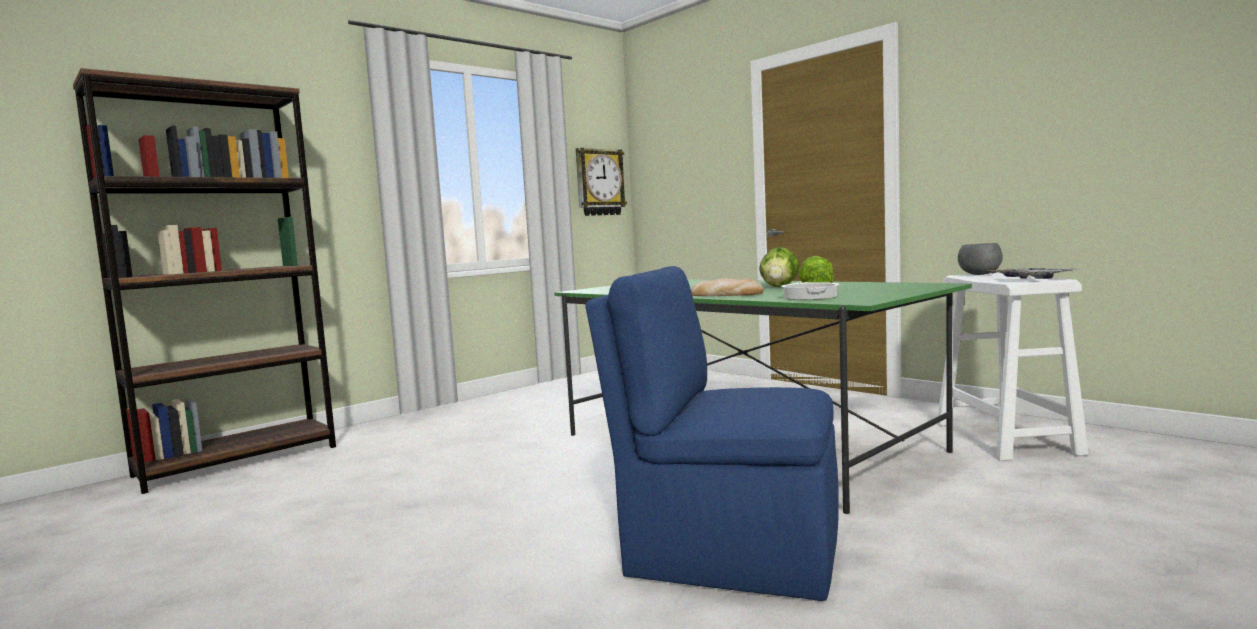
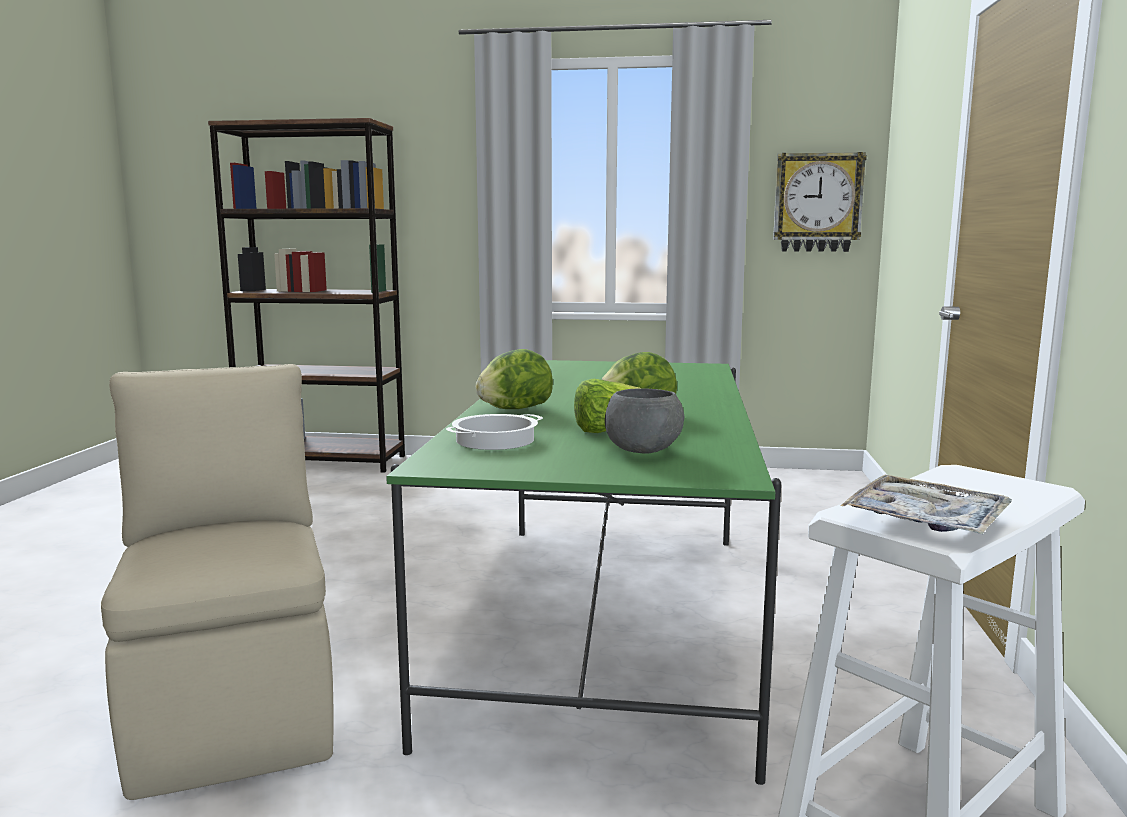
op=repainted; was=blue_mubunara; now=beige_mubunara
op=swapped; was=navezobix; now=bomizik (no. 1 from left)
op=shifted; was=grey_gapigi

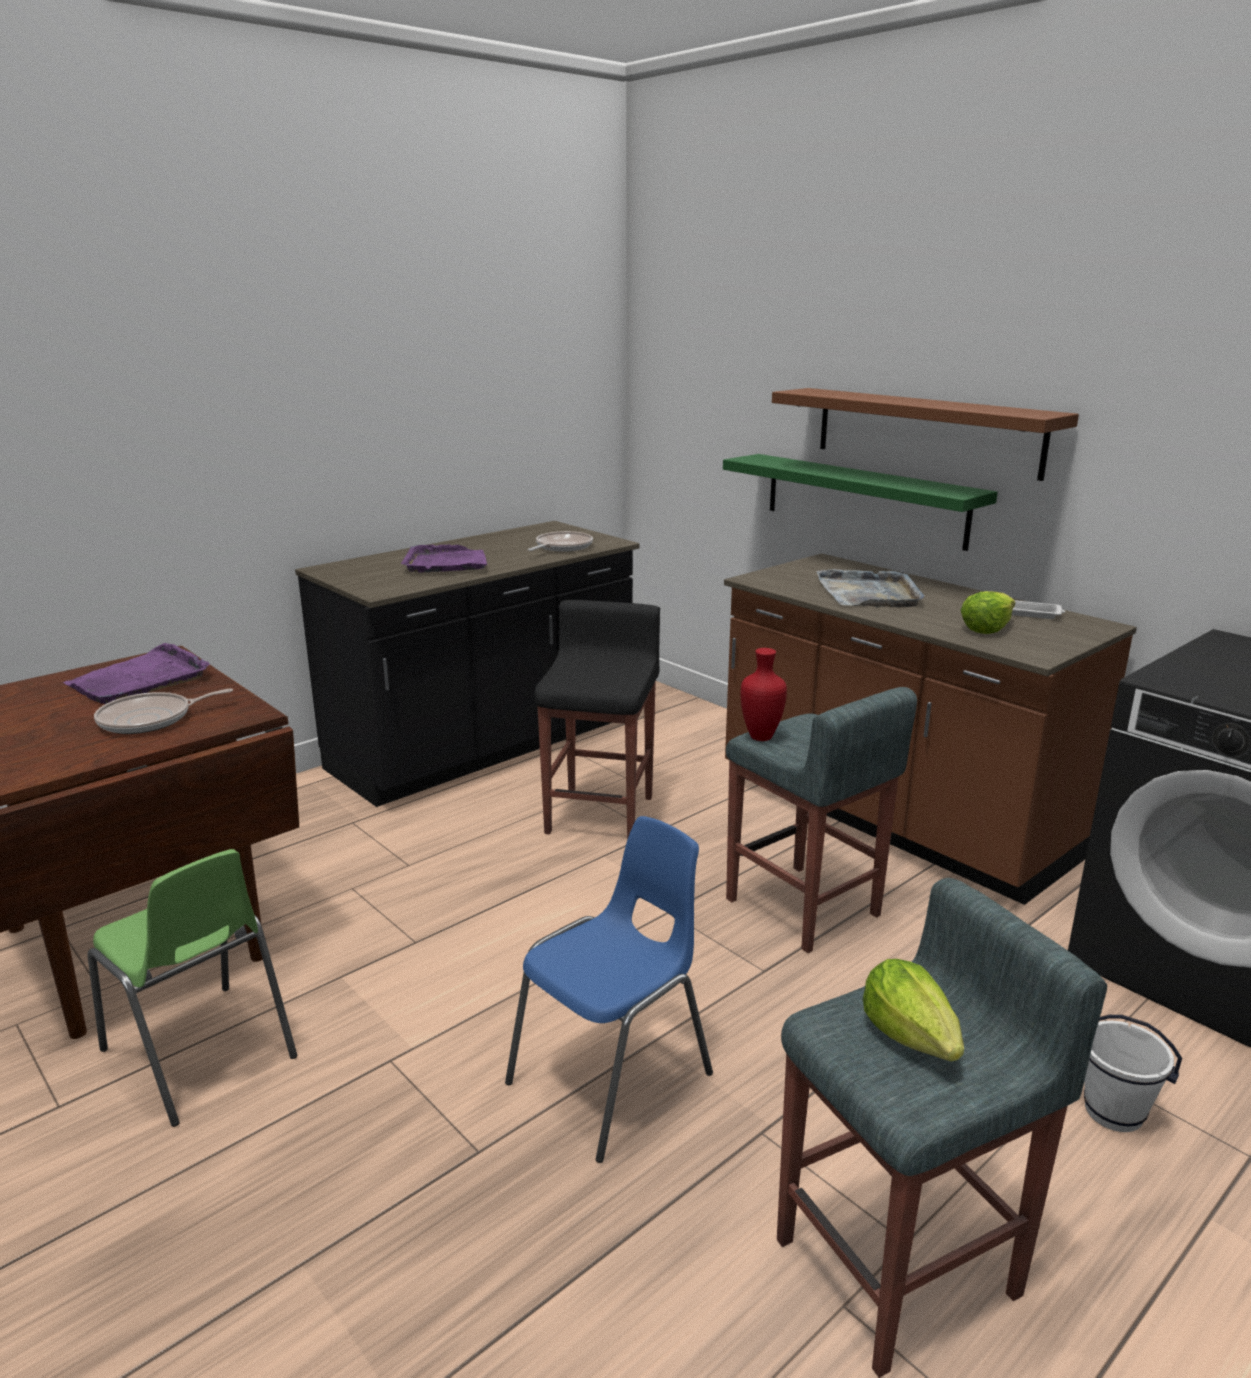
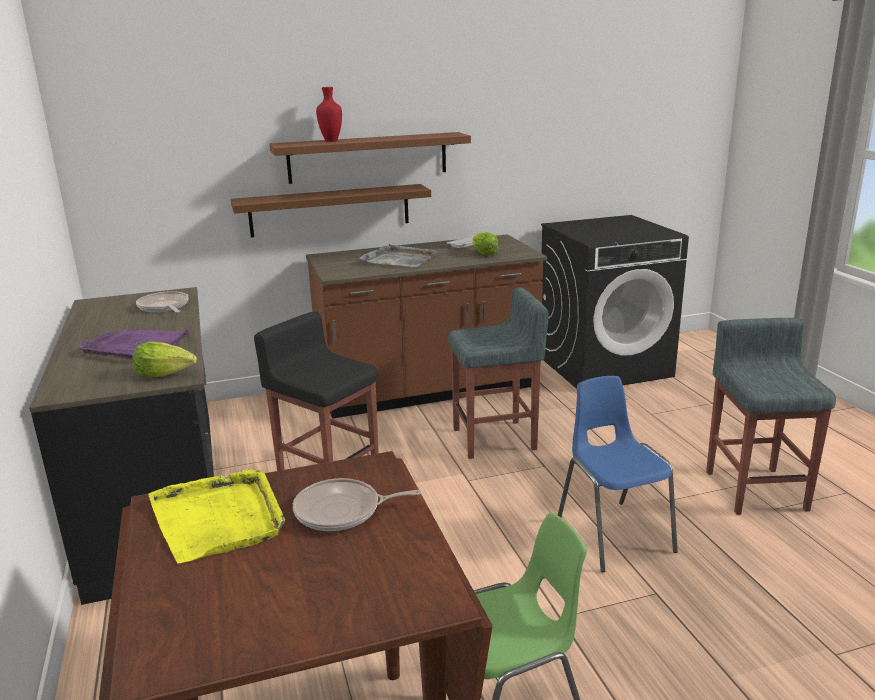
op=repainted; was=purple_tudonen (no. 1 from left); now=yellow_tudonen
op=rotated; was=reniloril (no. 1 from left in the first image); clockwise=90
op=repainted; was=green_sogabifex; now=brown_sogabifex (no. 1 from left)
op=shifted; was=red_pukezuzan
op=shifted; was=bomizik (no. 1 from left)
op=gone; was=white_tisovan

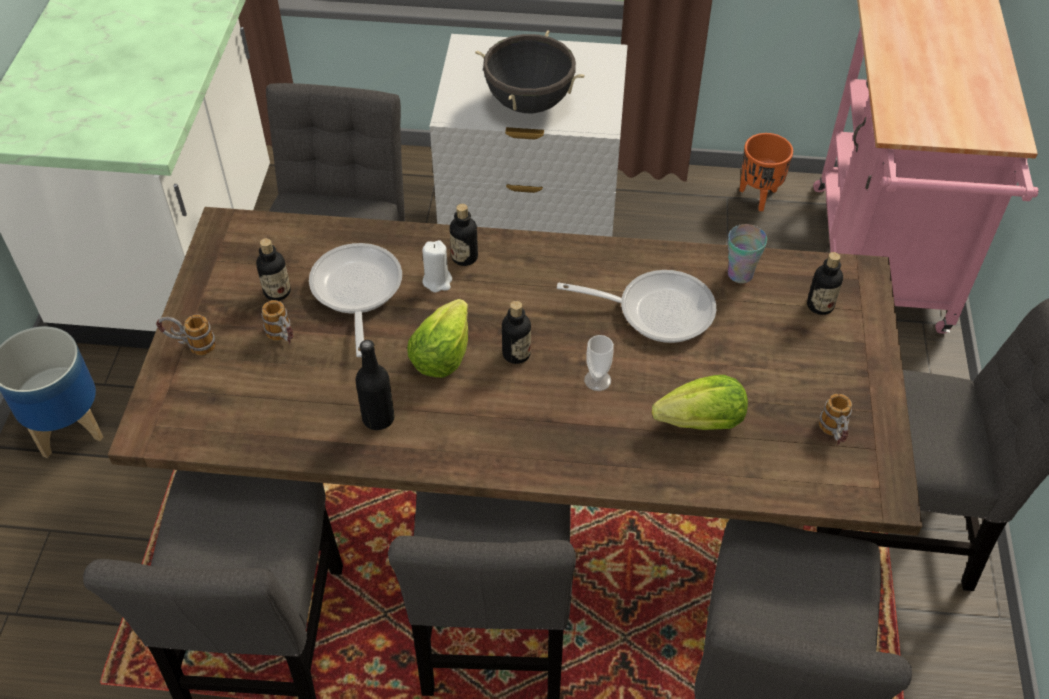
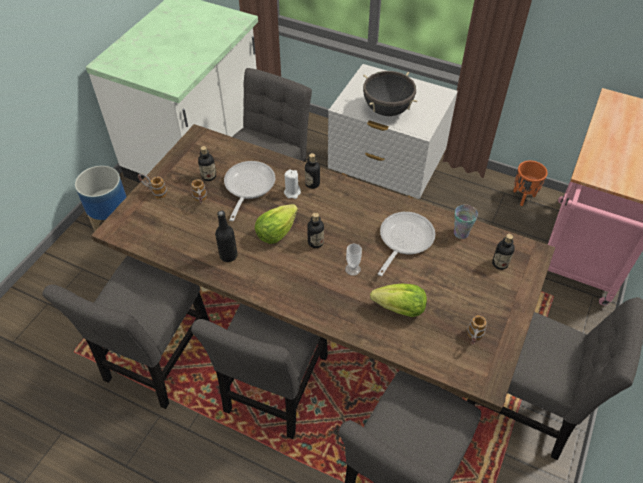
op=rotated; was=reniloril (no. 2 from left); clockwise=-90

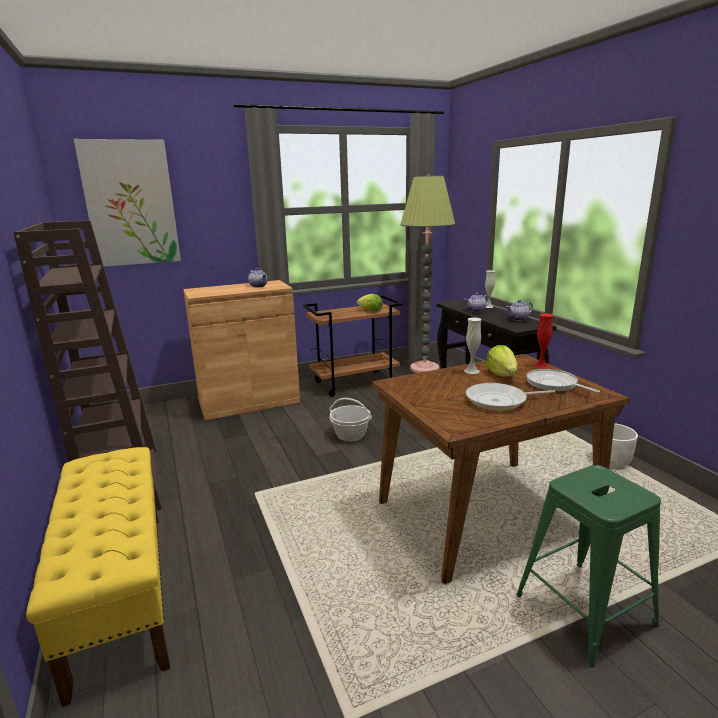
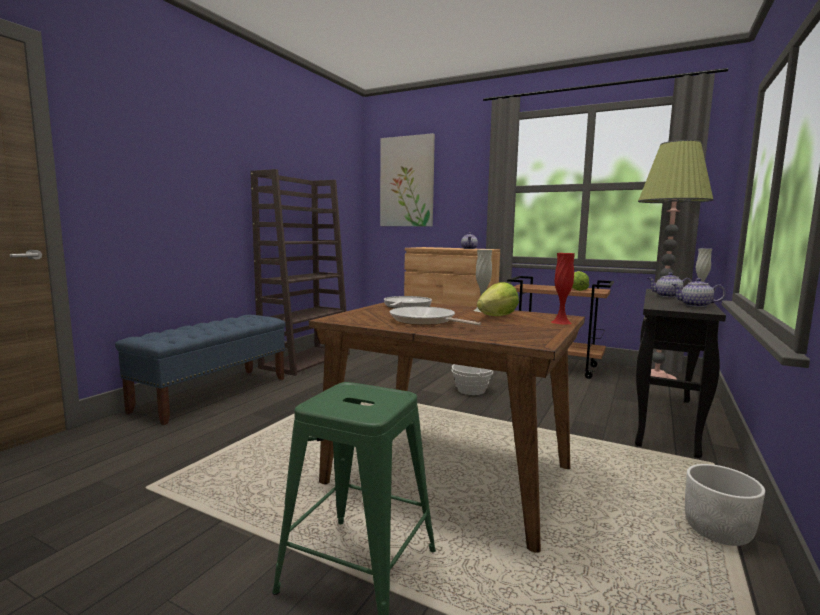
op=repainted; was=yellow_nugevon; now=blue_nugevon
op=shifted; was=reniloril (no. 2 from left in the first image); now=reniloril (no. 1 from left)

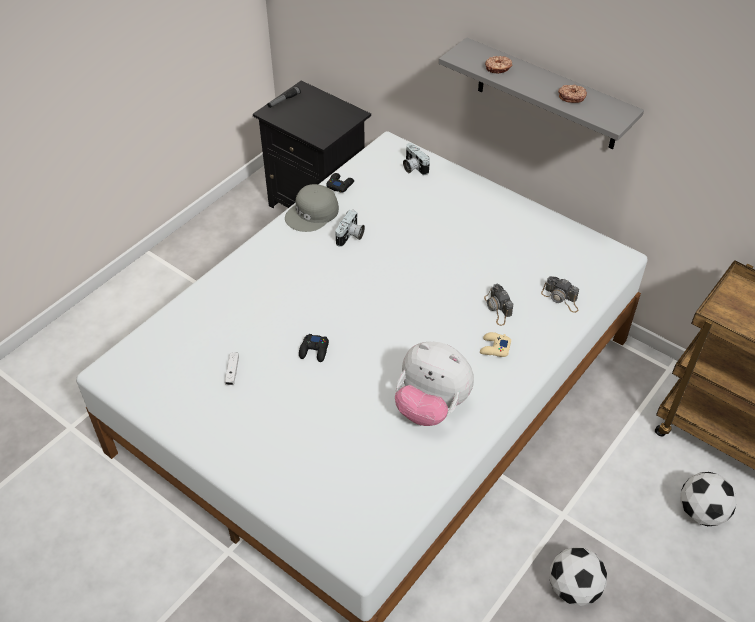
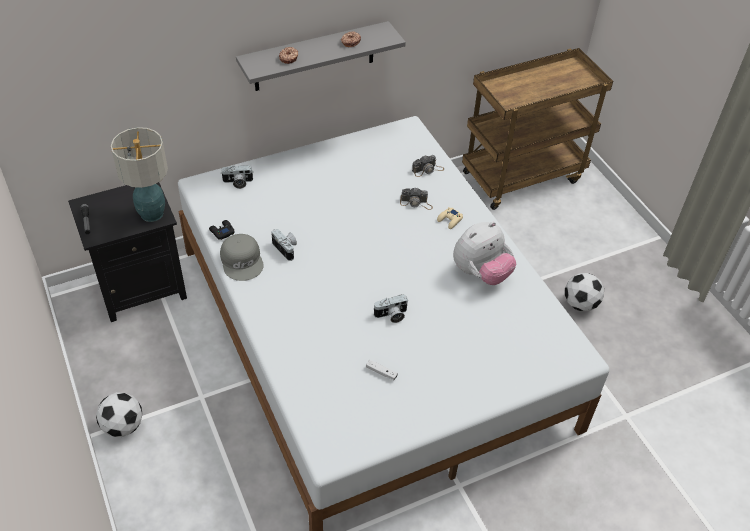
op=swapped; was=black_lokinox (no. 1 from left); now=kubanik (no. 3 from left)
op=shifted; was=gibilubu (no. 2 from left in the first image); now=gibilubu (no. 1 from left)
op=new; now=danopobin

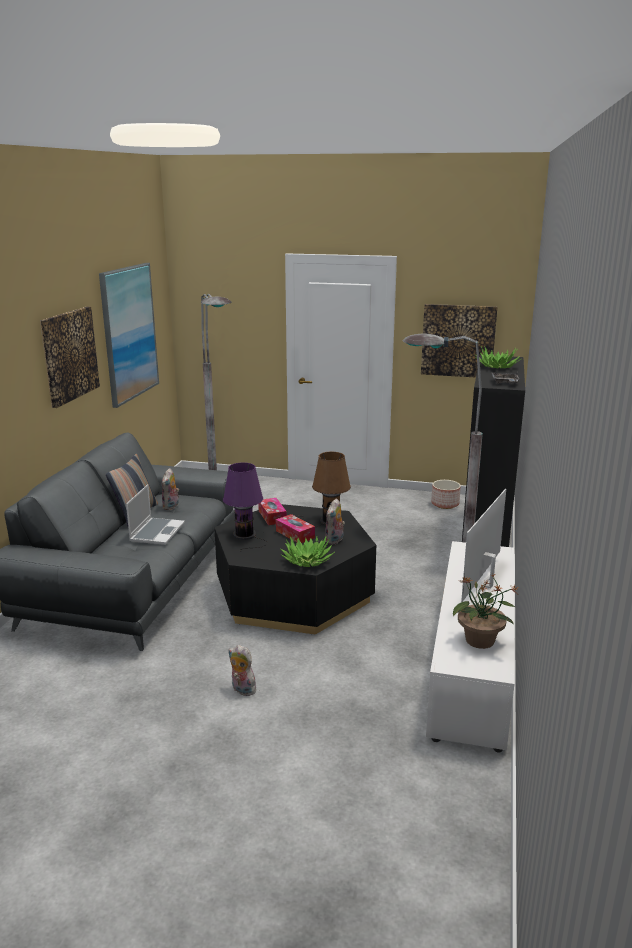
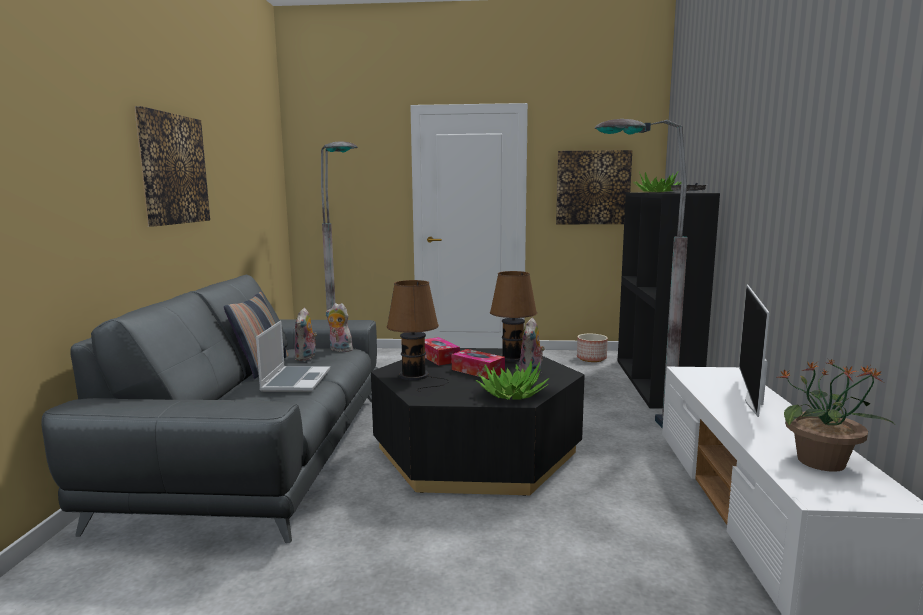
op=gone; was=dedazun (no. 2 from left)
op=repainted; was=purple_danopobin; now=brown_danopobin (no. 1 from left)
op=shifted; was=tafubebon (no. 2 from left)

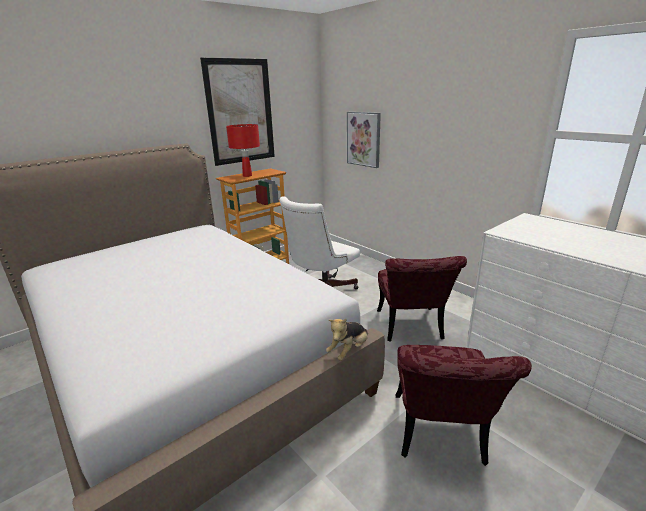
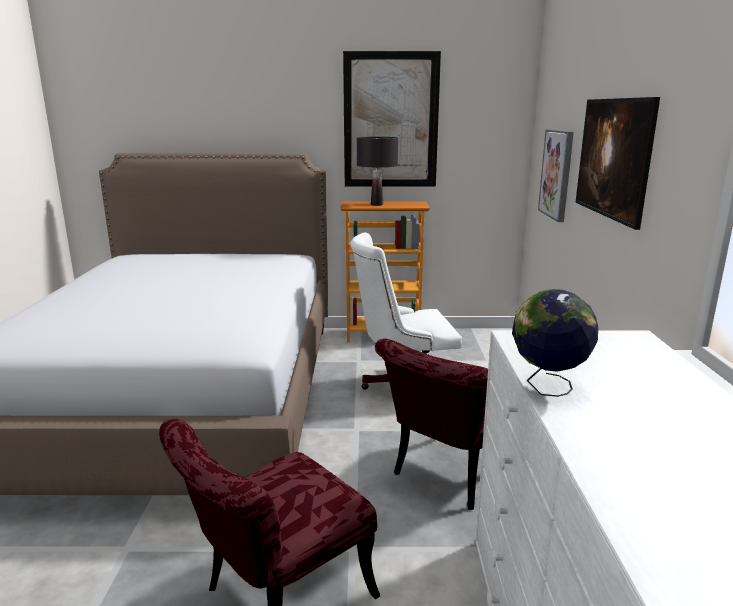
op=repainted; was=red_danopobin; now=black_danopobin
op=gone; was=tafubebon
op=new; now=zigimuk
op=new; now=dedazun (no. 3 from left)

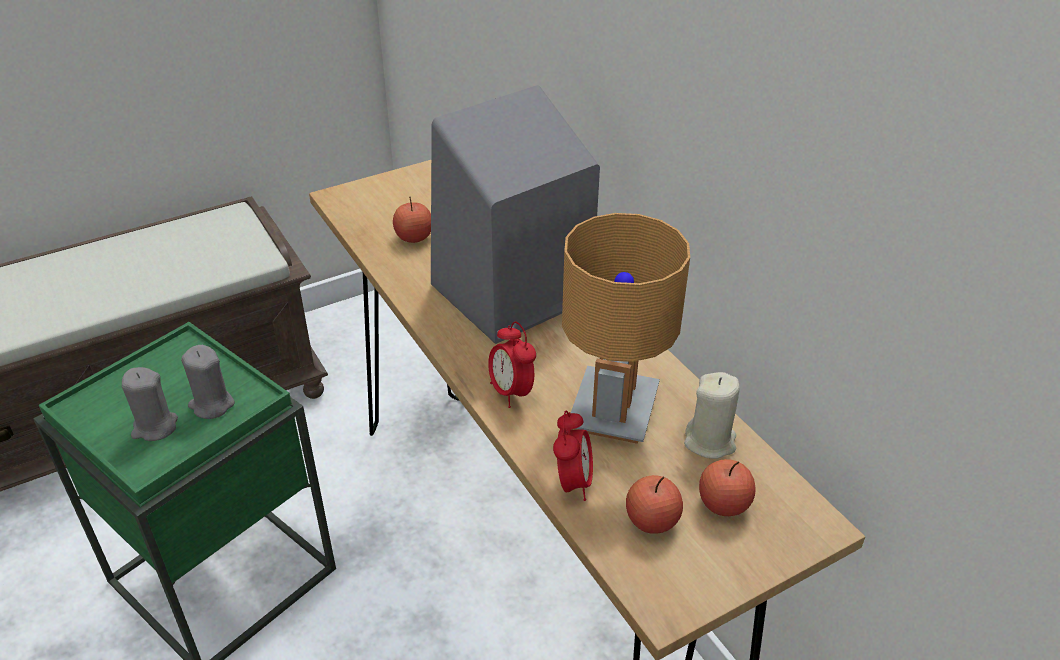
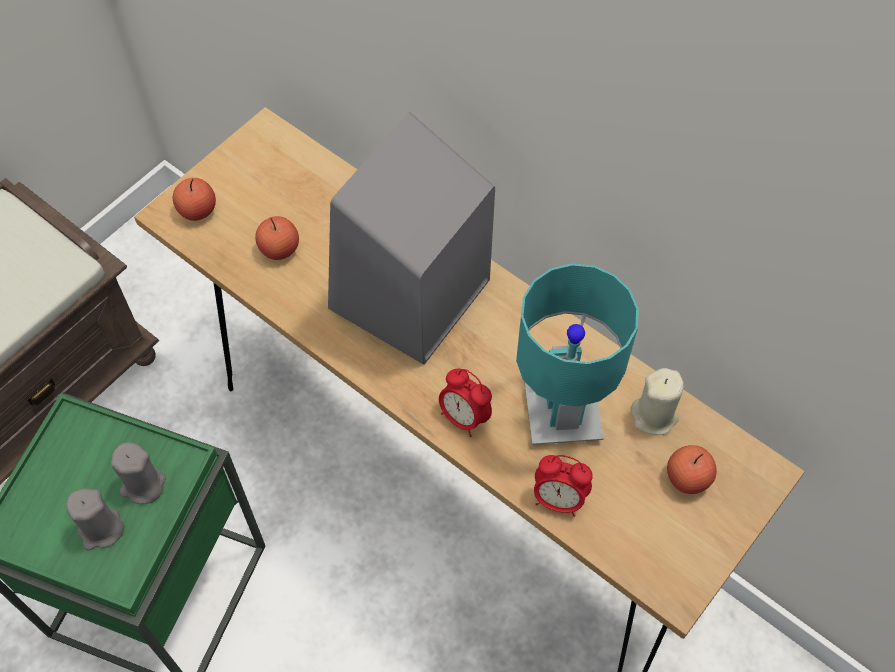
op=rotated; was=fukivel (no. 2 from left); clockwise=120
op=repainted; was=brown_danopobin; now=turquoise_danopobin
op=shifted; was=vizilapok (no. 2 from left in the first image); now=vizilapok (no. 1 from left)

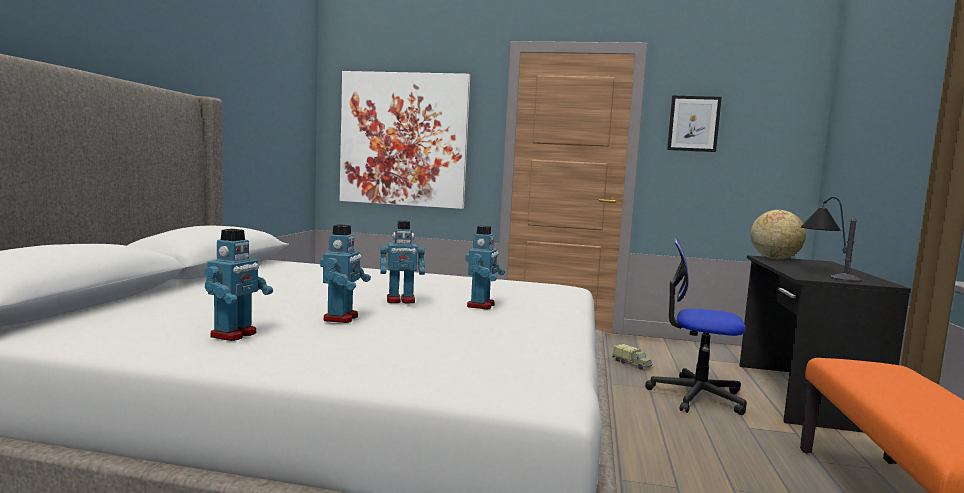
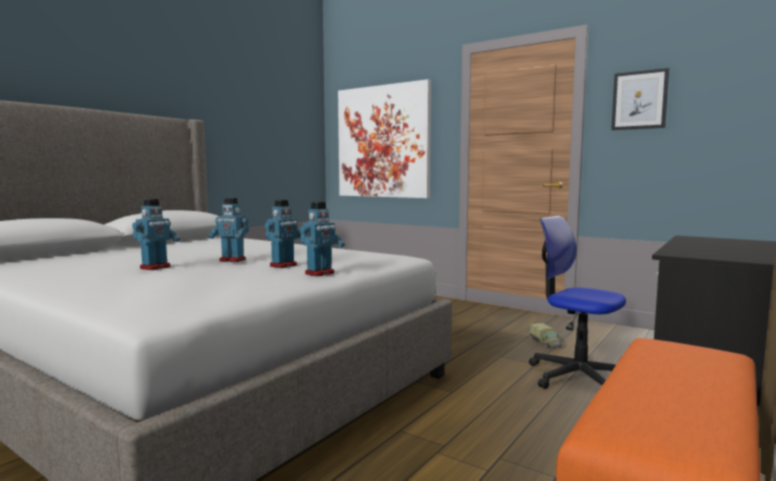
op=shifted; was=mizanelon (no. 1 from left in the first image); now=mizanelon (no. 4 from left)
op=gone; was=zigimuk
op=gone; was=danopobin

